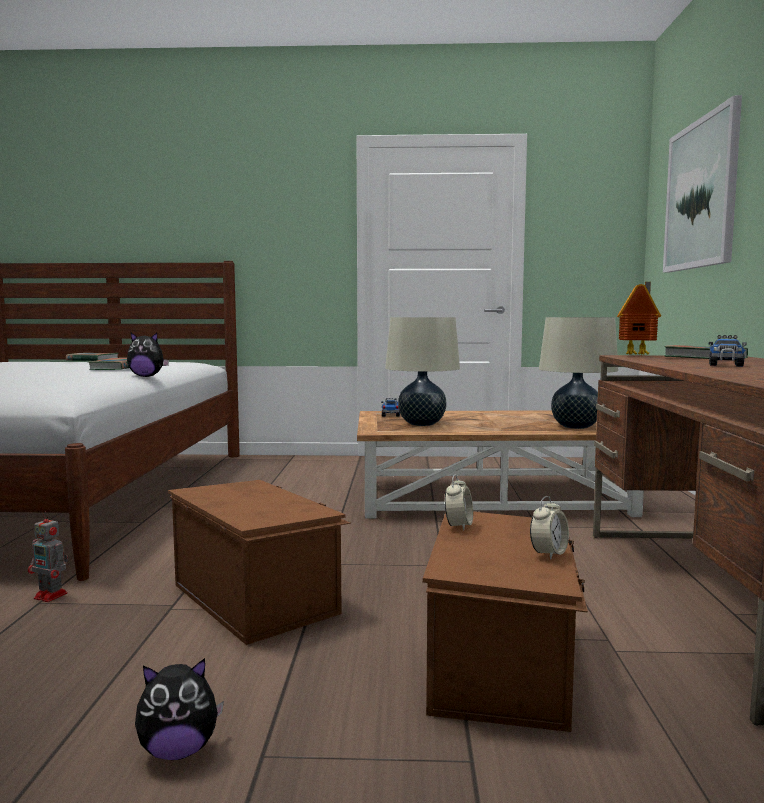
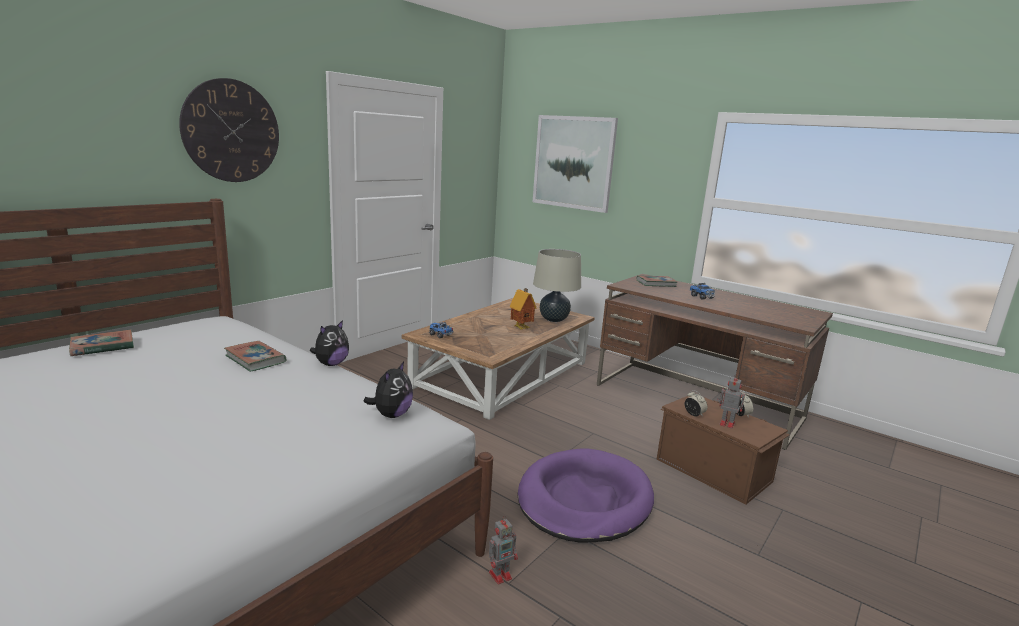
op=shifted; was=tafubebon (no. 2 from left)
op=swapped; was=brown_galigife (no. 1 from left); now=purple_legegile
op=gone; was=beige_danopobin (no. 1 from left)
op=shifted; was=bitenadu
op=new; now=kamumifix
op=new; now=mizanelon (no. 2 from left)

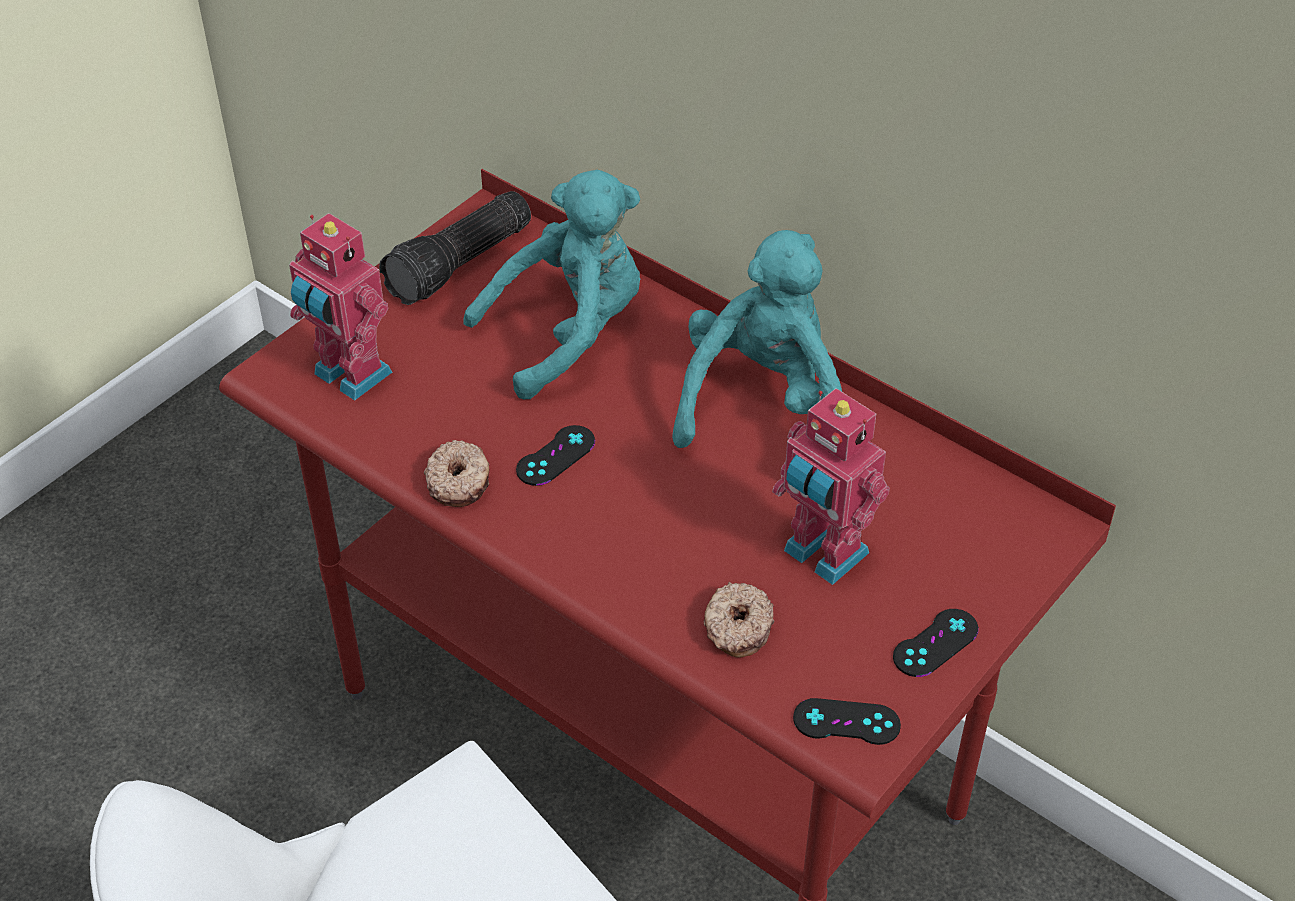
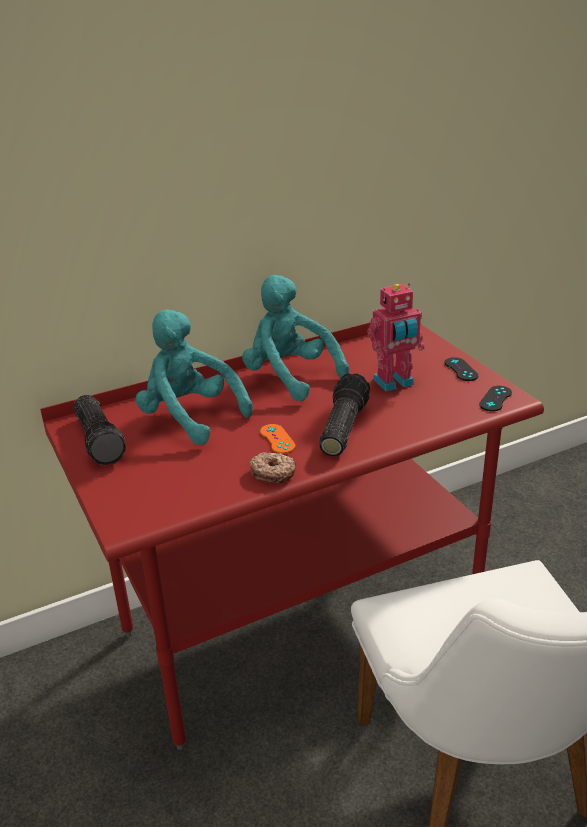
op=gone; was=mizanelon (no. 1 from left)
op=rotated; was=turquoise_tafubebon (no. 1 from left); clockwise=-45
op=repainted; was=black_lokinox (no. 1 from left); now=orange_lokinox
op=gone; was=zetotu (no. 2 from left)
op=new; now=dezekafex (no. 2 from left)

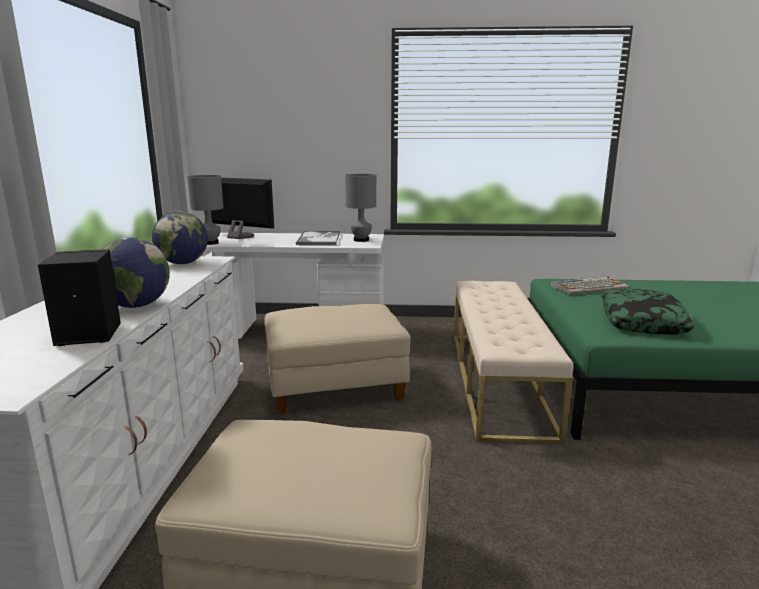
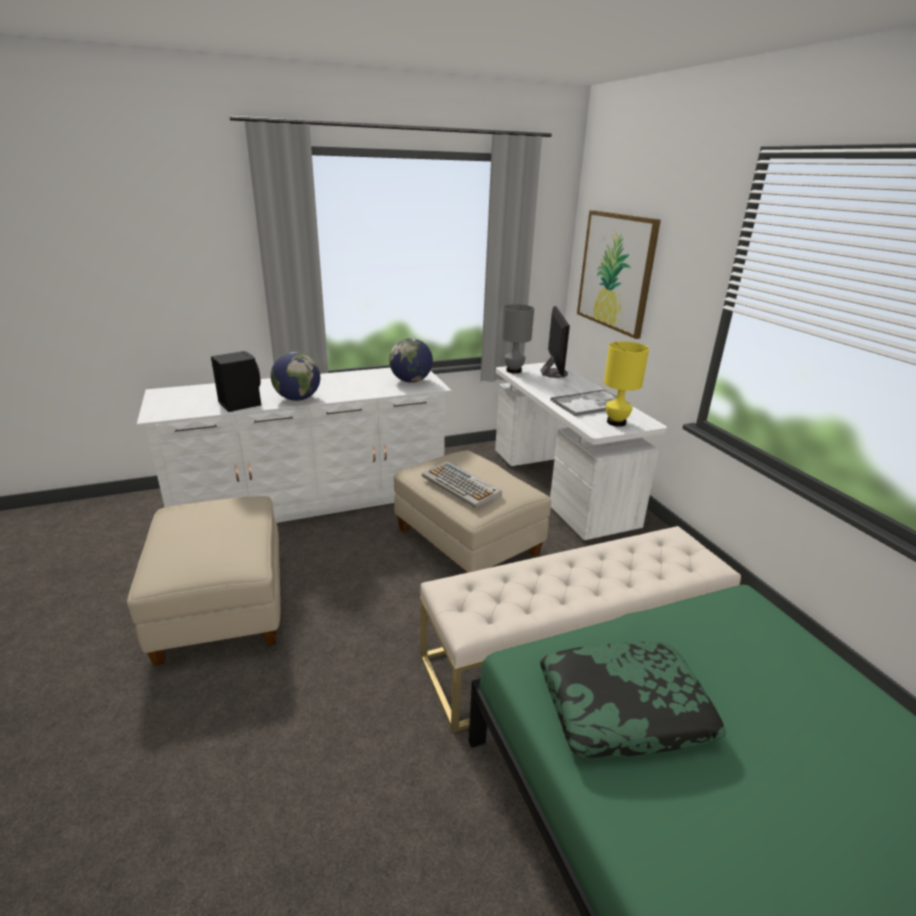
op=repainted; was=grey_danopobin (no. 2 from left); now=yellow_danopobin
op=shifted; was=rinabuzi
op=new; now=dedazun

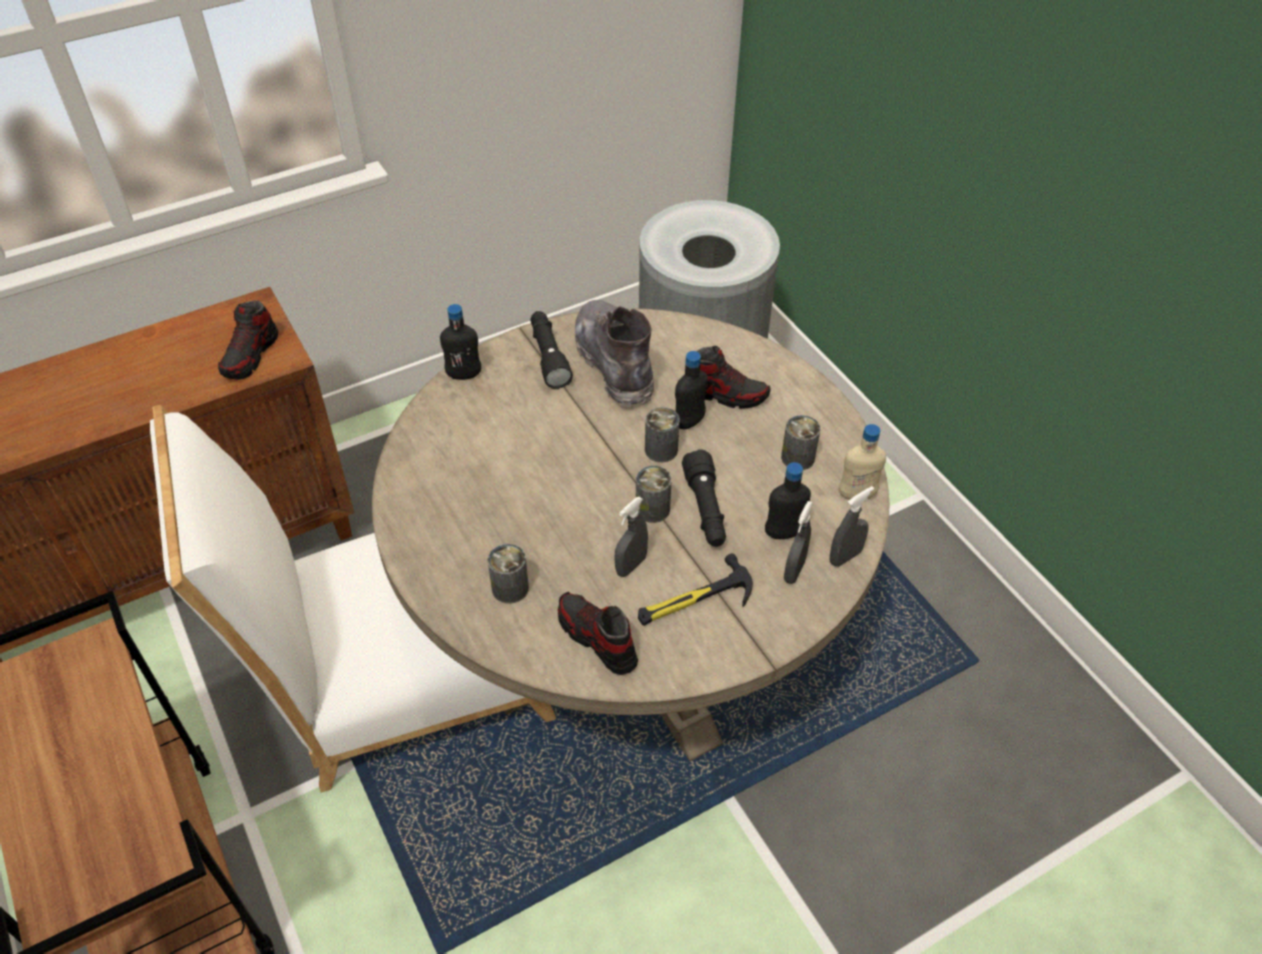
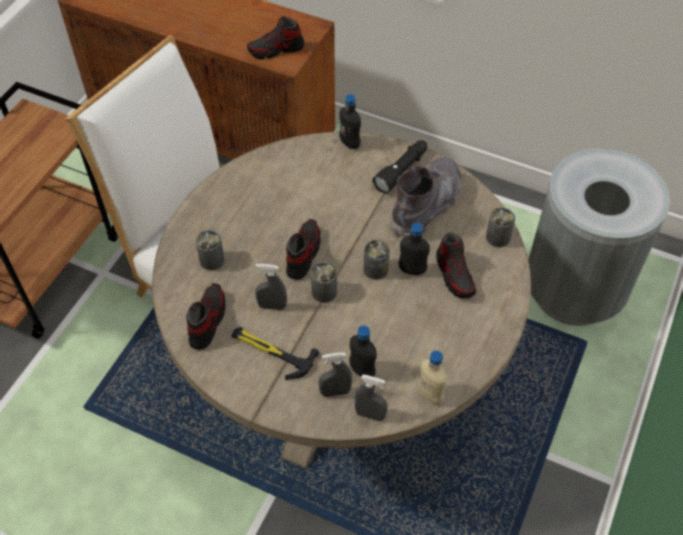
op=gone; was=black_dezekafex (no. 2 from left)
op=shifted; was=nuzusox (no. 4 from left)
op=new; now=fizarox (no. 3 from left)

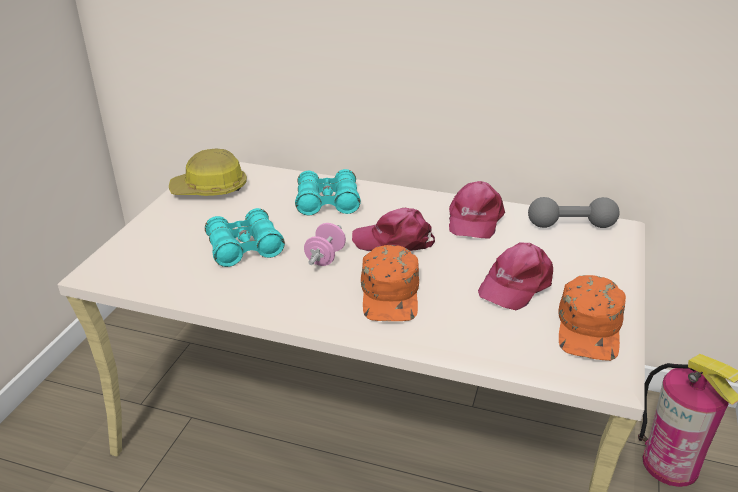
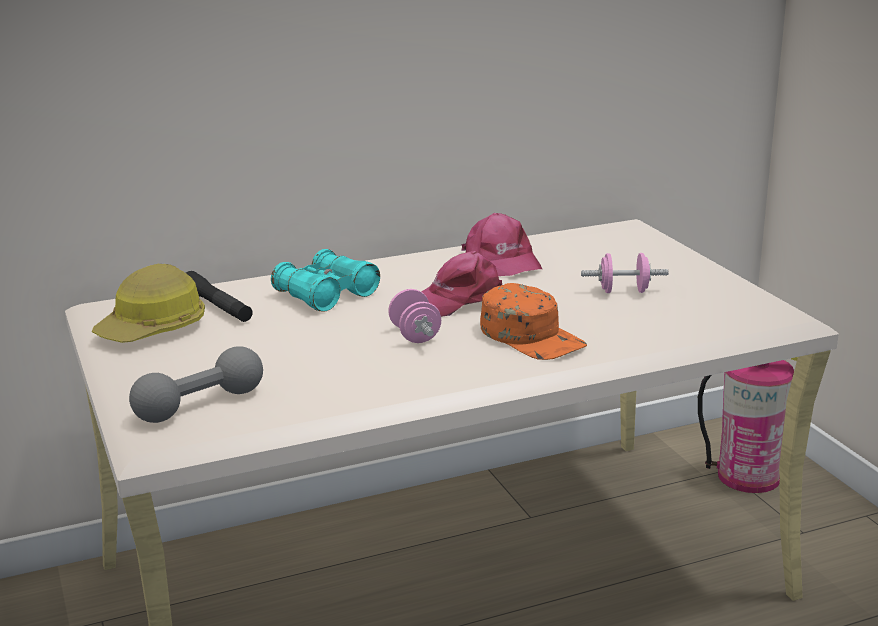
op=gone; was=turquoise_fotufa (no. 1 from left)
op=swapped; was=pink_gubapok (no. 3 from left); now=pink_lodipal (no. 2 from left)
op=shifted; was=grey_lodipal
op=gone; was=orange_gubapok (no. 2 from left)
op=new; now=black_dezekafex

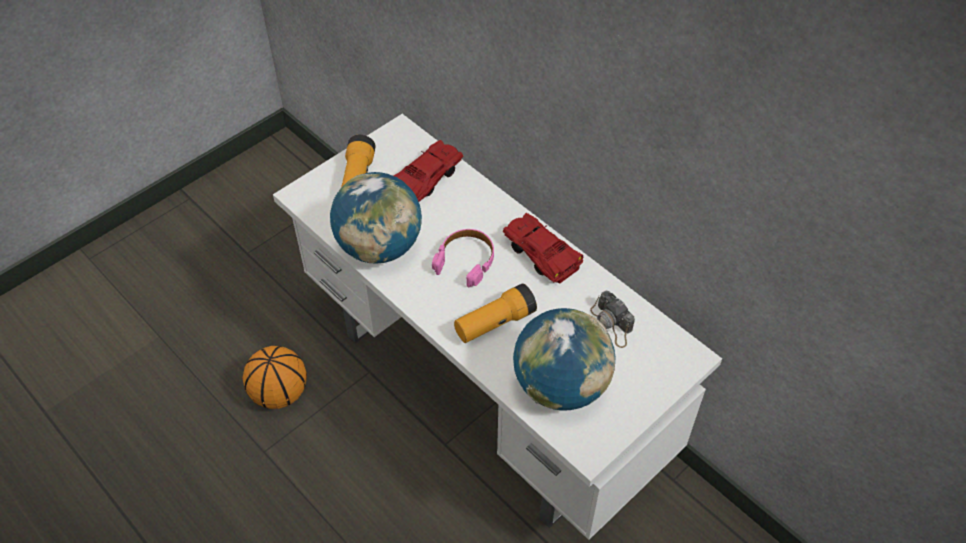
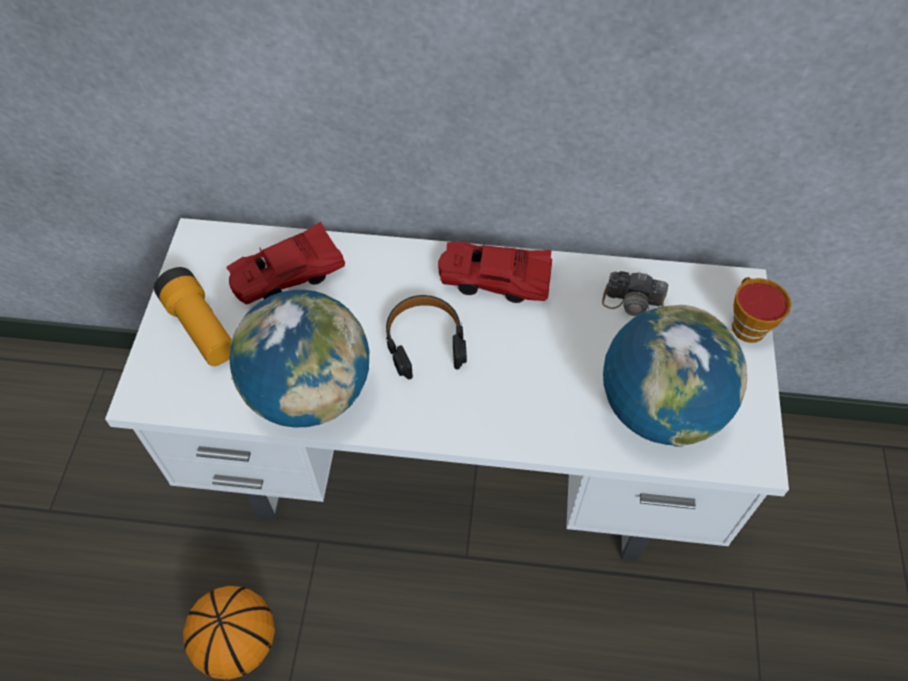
op=rotated; was=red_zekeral (no. 1 from left); clockwise=-120
op=repainted; was=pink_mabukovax; now=black_mabukovax
op=gone; was=dezekafex (no. 2 from left)
op=new; now=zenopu

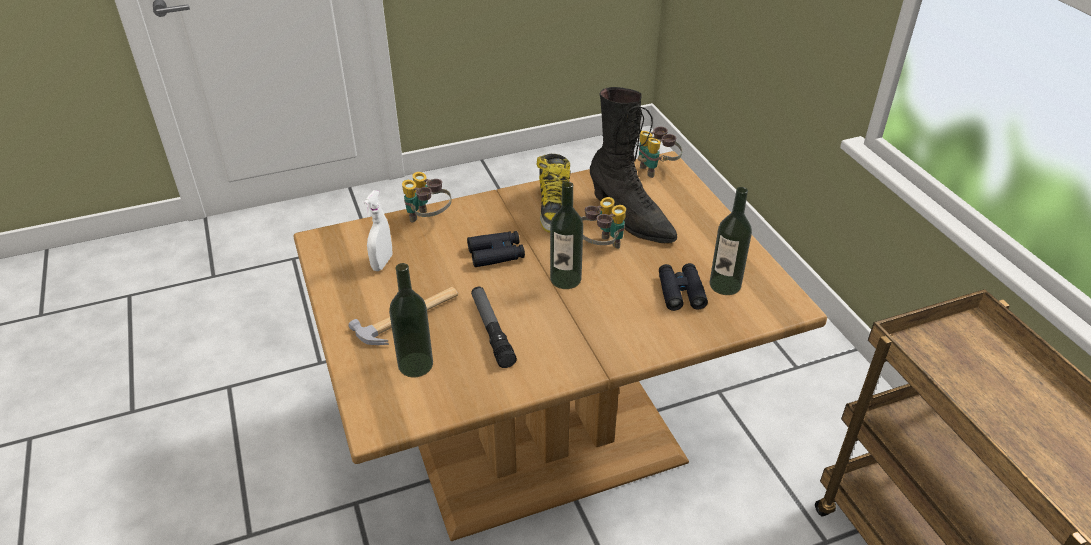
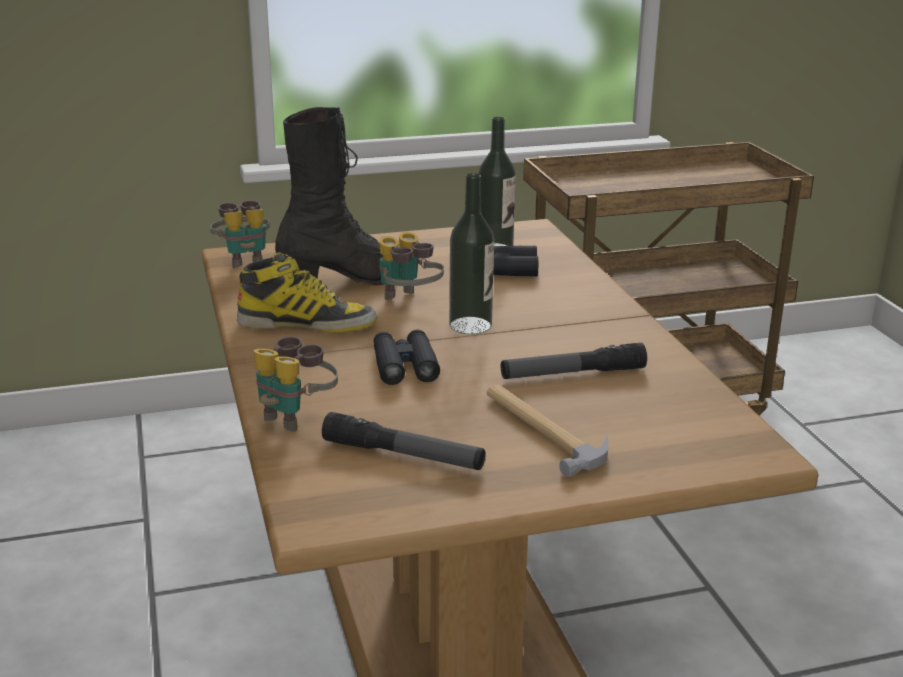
op=swapped; was=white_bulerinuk; now=dezekafex (no. 1 from left)
op=gone; was=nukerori (no. 1 from left)

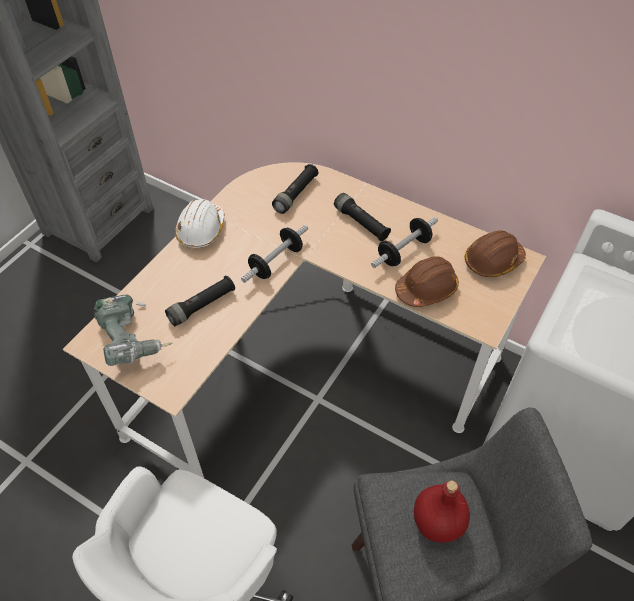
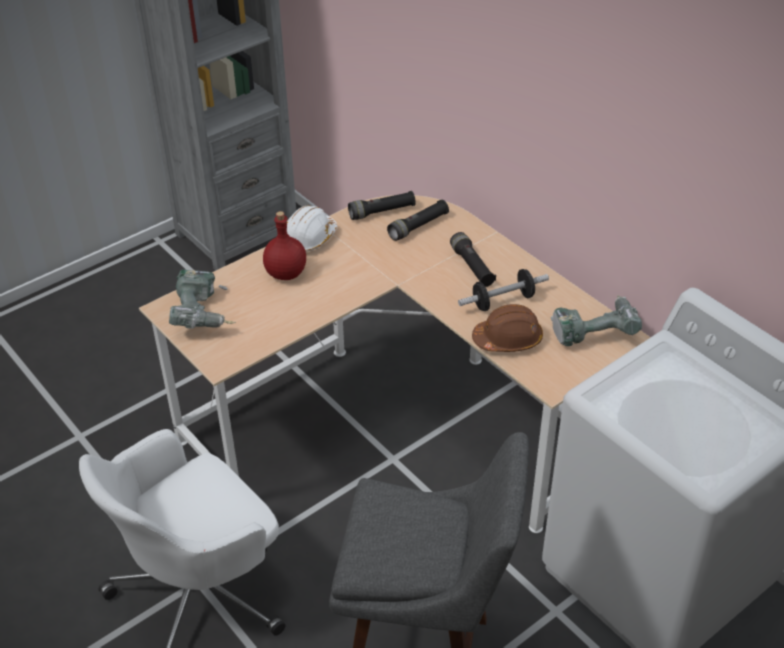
op=shifted; was=black_dezekafex (no. 1 from left)
op=gone; was=lodipal (no. 1 from left)
op=shifted; was=red_nukerori
op=swapped; was=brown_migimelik (no. 2 from left); now=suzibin (no. 2 from left)

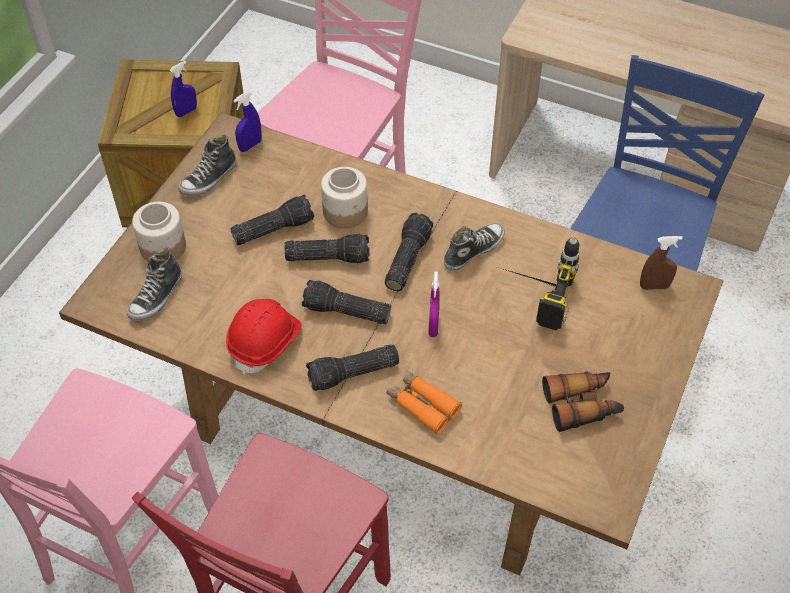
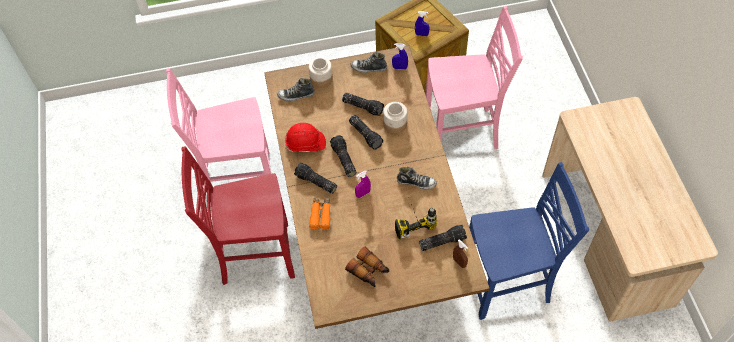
op=shifted; was=dezekafex (no. 5 from left)

